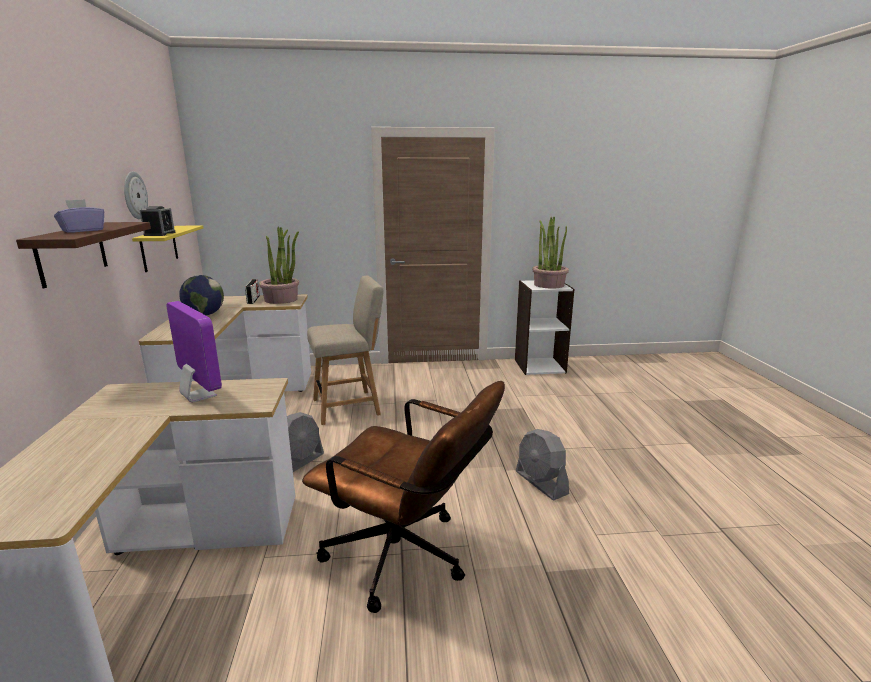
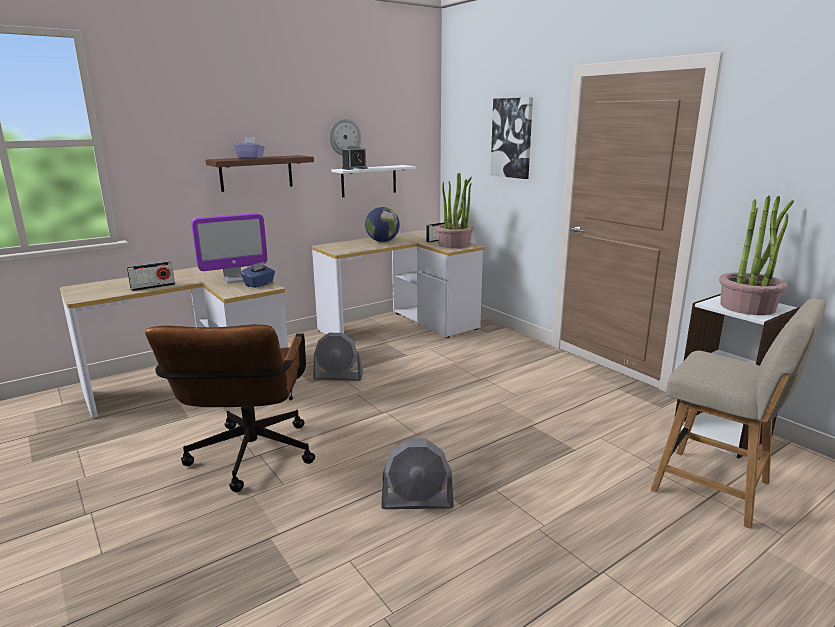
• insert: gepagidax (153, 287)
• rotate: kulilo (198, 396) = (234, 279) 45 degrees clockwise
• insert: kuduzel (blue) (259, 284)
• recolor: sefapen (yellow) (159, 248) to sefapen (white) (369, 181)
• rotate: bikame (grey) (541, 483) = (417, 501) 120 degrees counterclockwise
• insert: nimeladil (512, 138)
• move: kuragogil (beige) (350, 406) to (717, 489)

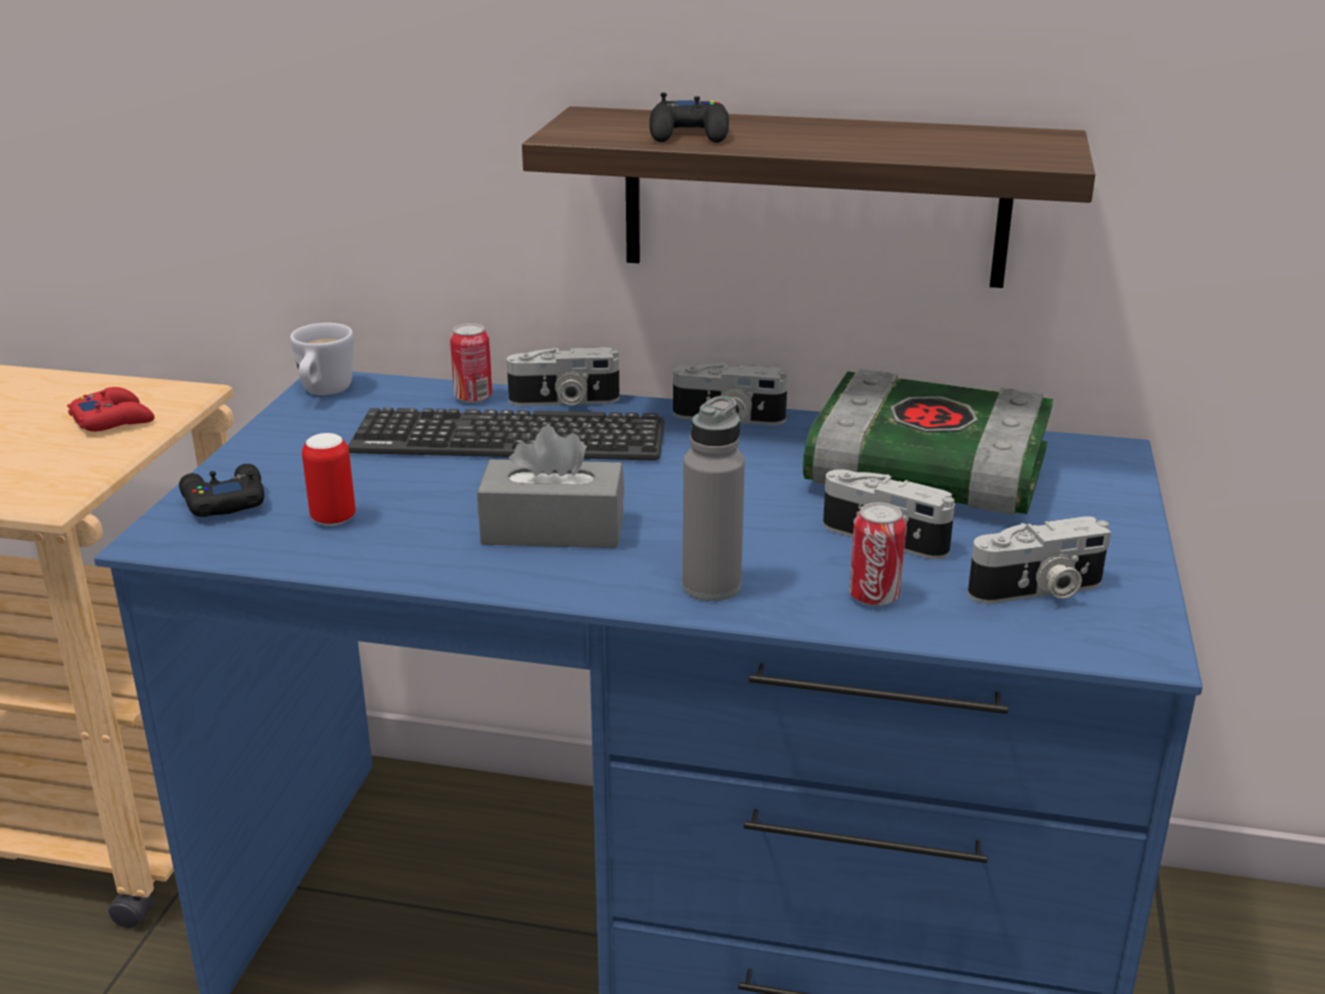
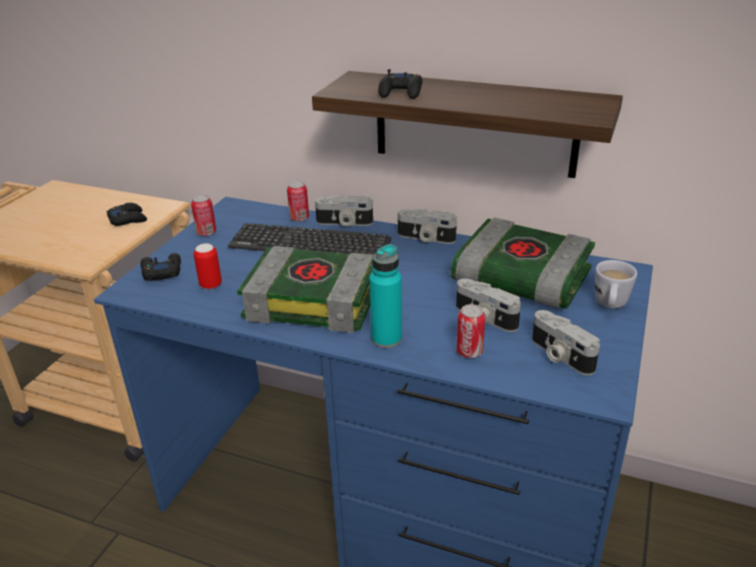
• recolor: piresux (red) (113, 420) to piresux (black) (128, 219)
• insert: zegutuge (206, 233)
• replace: kuduzel (grey) (553, 529) to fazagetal (316, 299)
• recolor: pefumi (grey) (711, 586) to pefumi (turquoise) (386, 339)
• rotate: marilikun (1038, 591) = (559, 356) 60 degrees clockwise
• move: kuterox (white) (323, 393) to (610, 306)

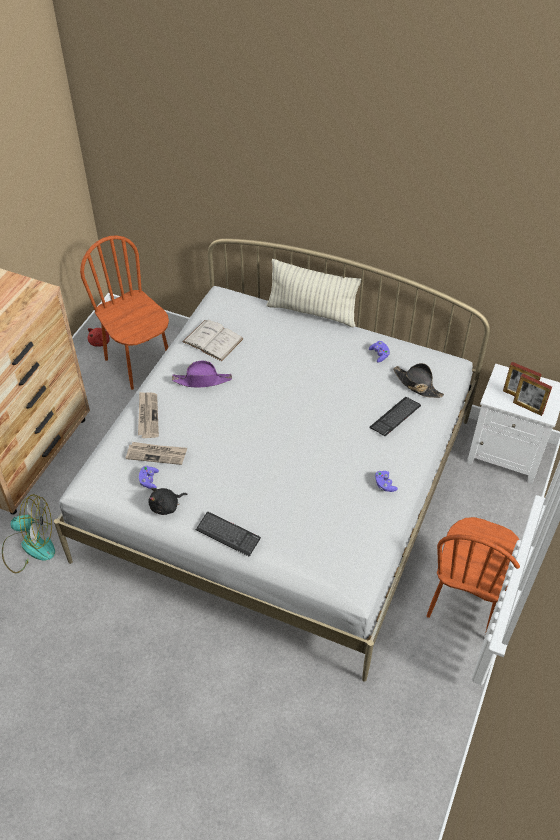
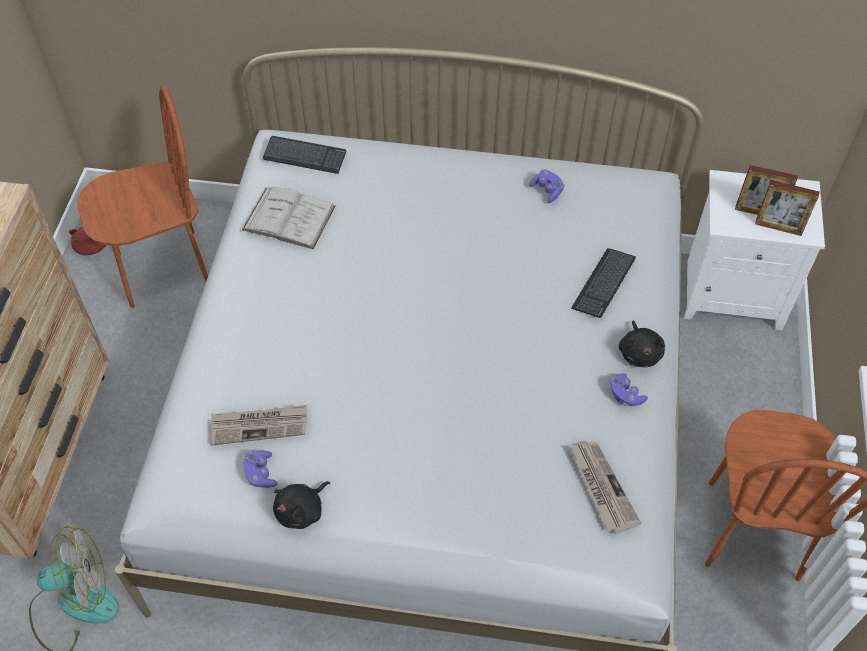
• rotate: kuragogil (brown) (139, 364) = (163, 269) 120 degrees clockwise
• move: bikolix (228, 534) to (304, 156)
• move: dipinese (148, 416) to (601, 487)
• insert: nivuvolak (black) (639, 353)
• delete: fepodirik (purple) (202, 380)
• delete: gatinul (312, 312)
• delete: fepodirik (black) (417, 385)

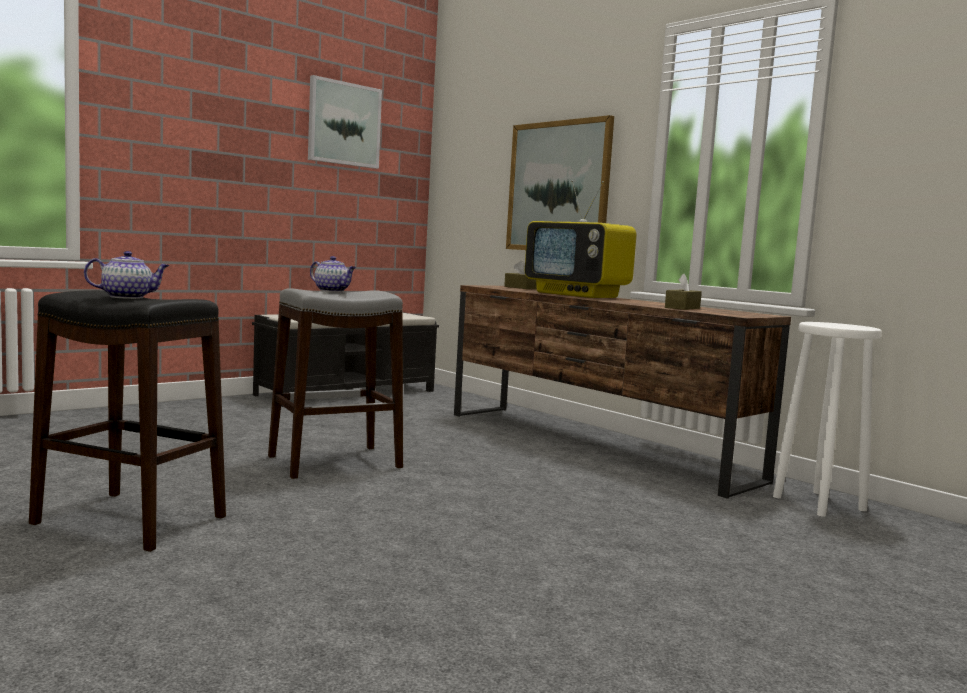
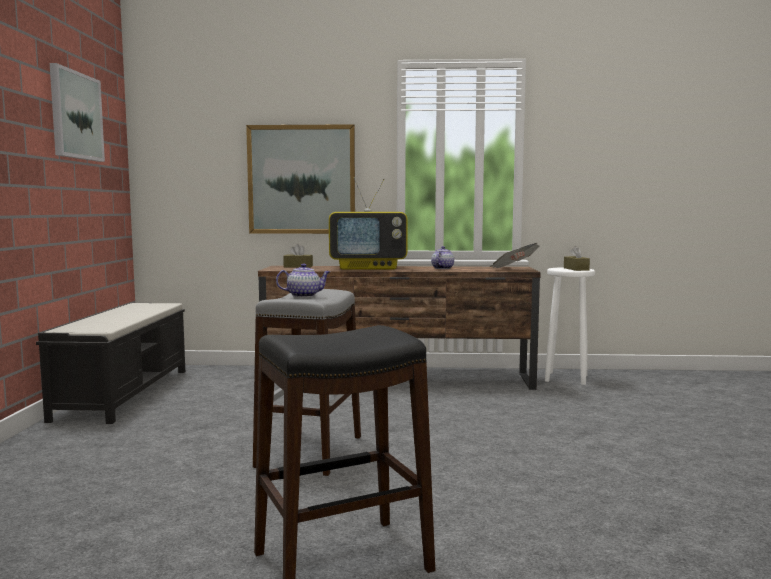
• move: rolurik (128, 297) to (442, 268)
• insert: dipinese (513, 269)
• move: kuduzel (brown) (682, 308) to (576, 269)

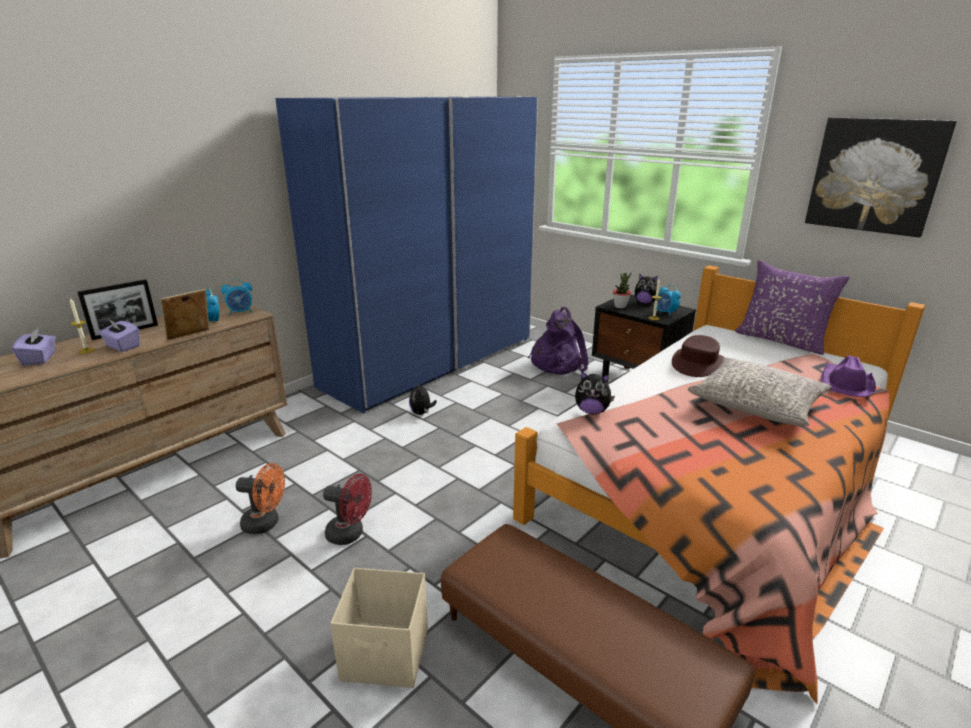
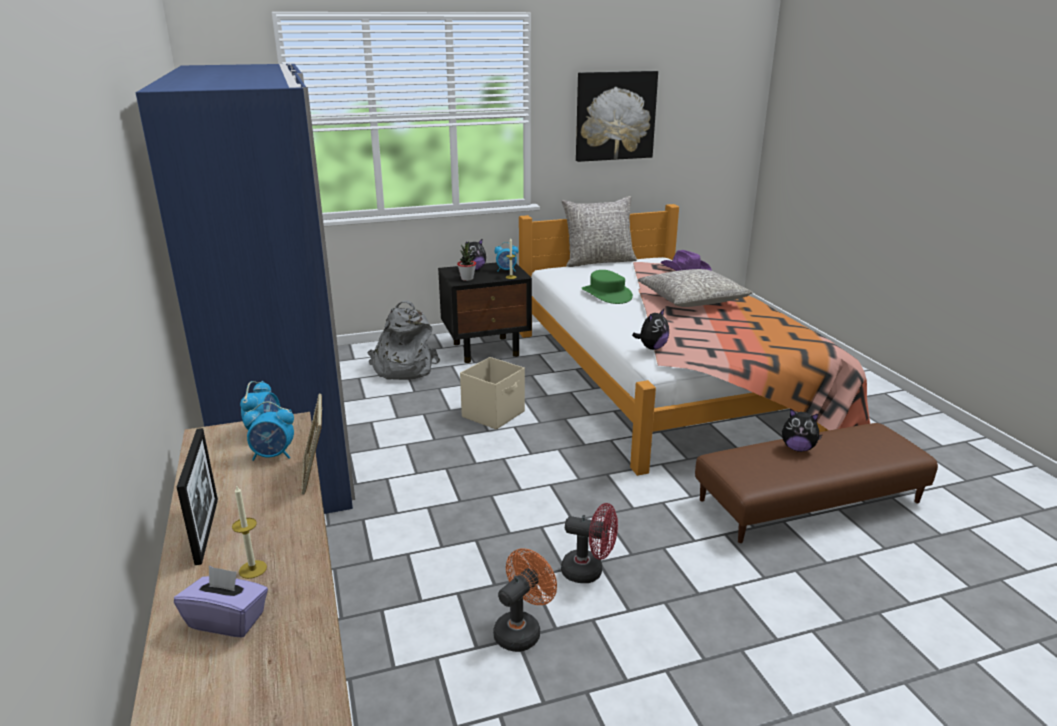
• recolor: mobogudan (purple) (557, 363) to mobogudan (grey) (402, 368)
• move: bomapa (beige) (386, 655) to (494, 414)
• rotate: bikame (red) (350, 534) = (589, 571) 60 degrees clockwise
• recolor: gatinul (purple) (781, 340) to gatinul (grey) (598, 261)
• recolor: fepodirik (brown) (697, 363) to fepodirik (green) (606, 294)
• move: nivuvolak (422, 413) to (798, 448)
• delete: kuduzel (purple) (122, 346)

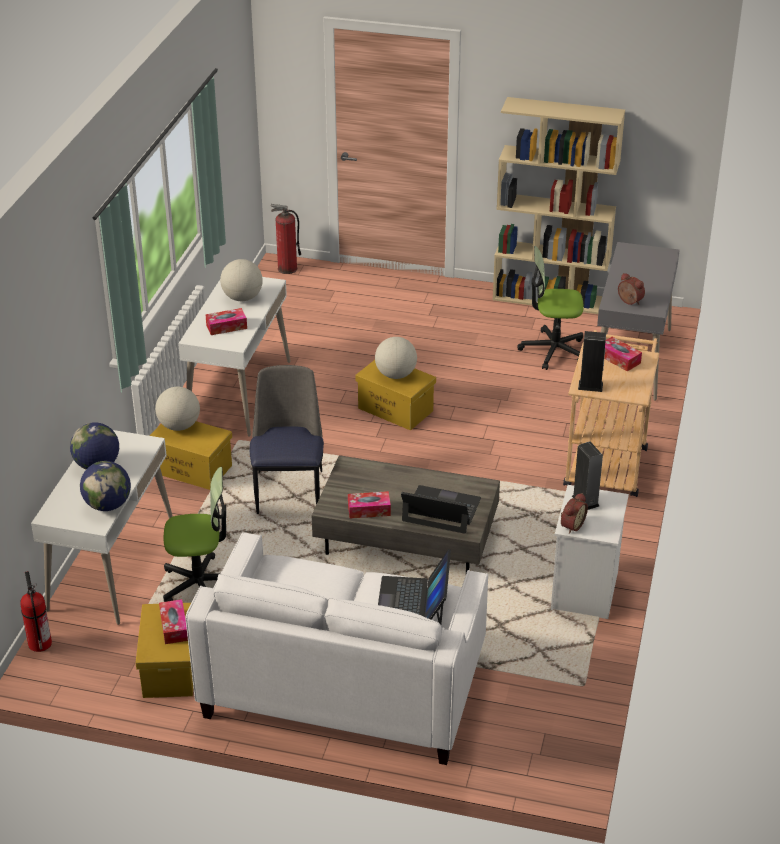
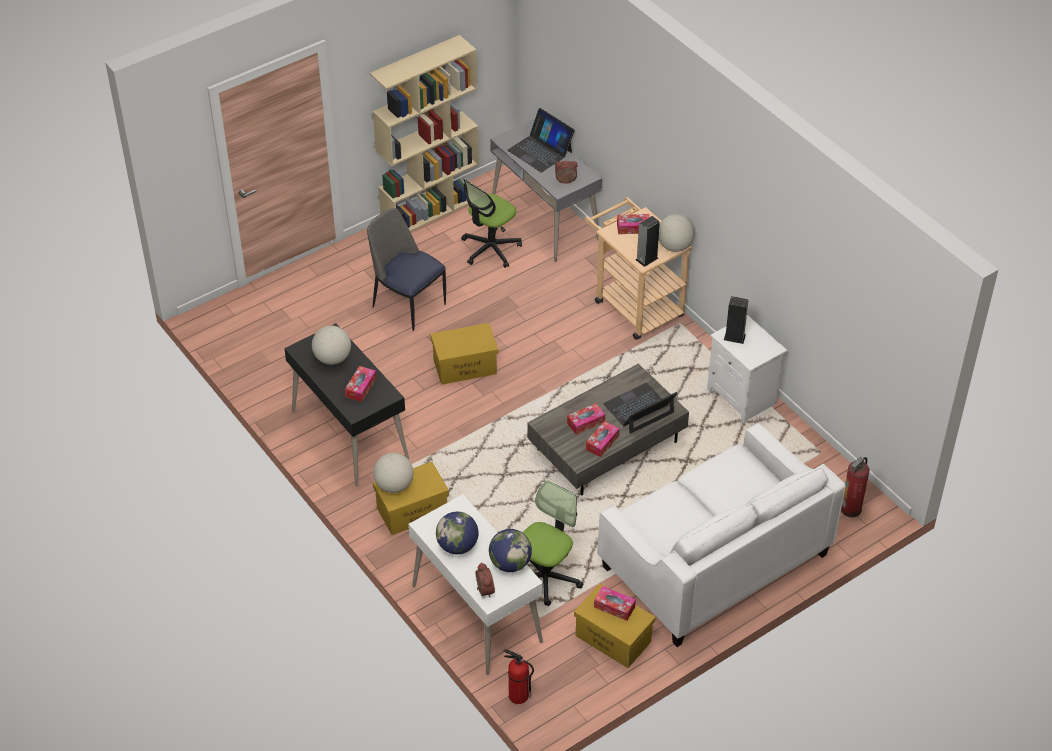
• recolor: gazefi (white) (239, 393) to gazefi (black) (349, 435)
• move: kuragogil (289, 491) to (407, 304)
• move: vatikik (571, 525) to (483, 590)
• move: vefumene (413, 603) to (540, 151)
• insert: kuduzel (586, 422)
• move: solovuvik (395, 375) to (674, 246)
• move: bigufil (287, 269) to (851, 509)

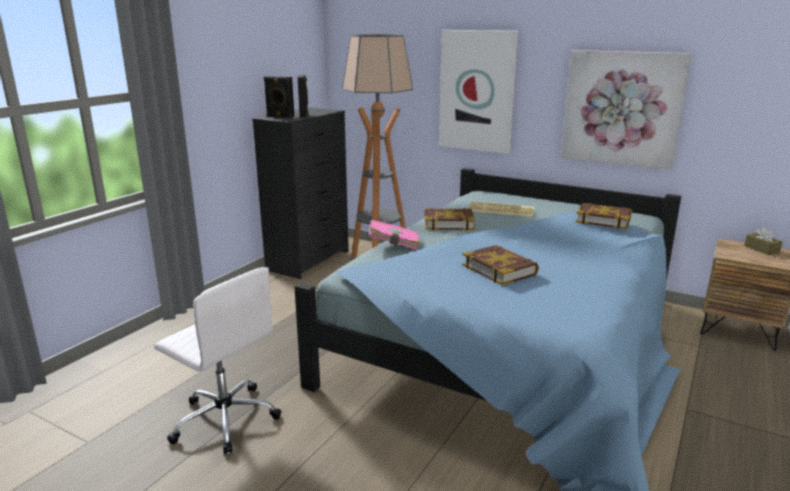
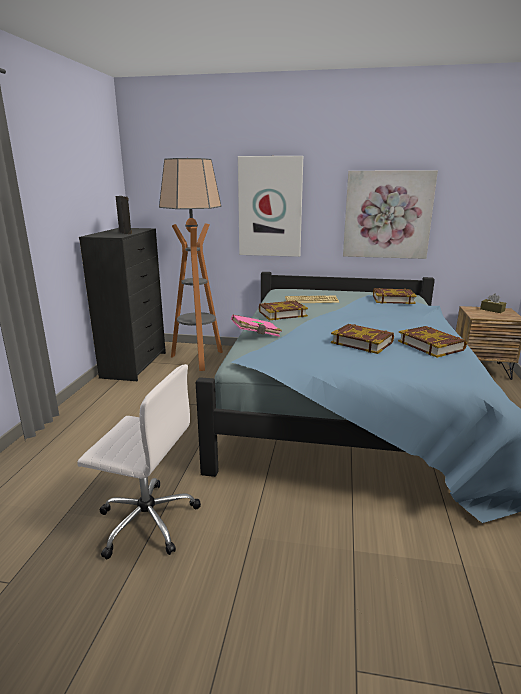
• insert: fazagetal (431, 345)
• delete: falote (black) (280, 116)

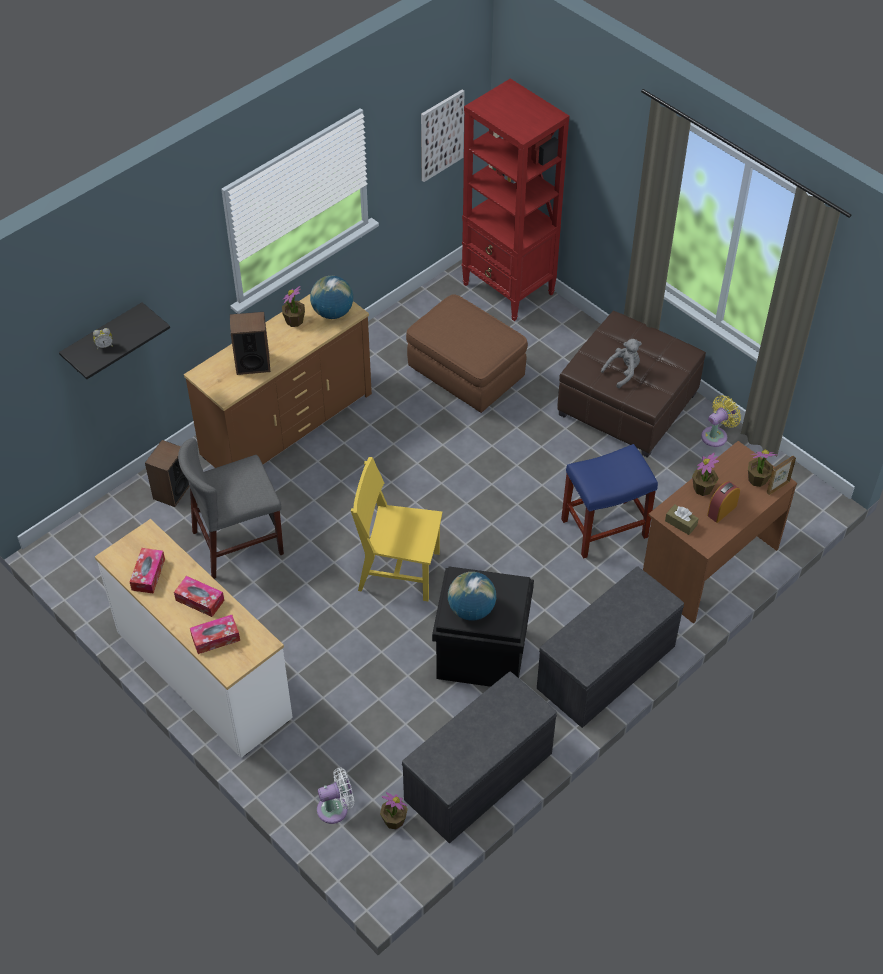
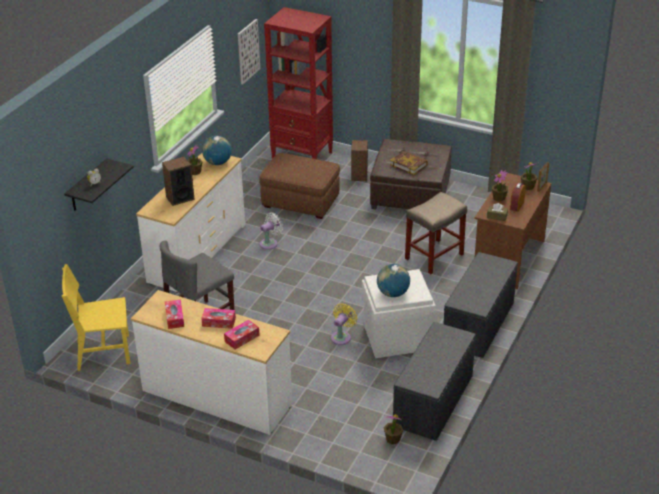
• move: kuragogil (yellow) (399, 571) to (103, 352)
• recolor: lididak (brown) (286, 423) to lididak (white) (197, 253)
• move: bikame (white) (336, 808) to (270, 243)
• move: bikame (yellow) (716, 435) to (342, 337)
• move: falote (171, 491) to (359, 175)
• recolor: bomapa (black) (480, 654) to bomapa (white) (396, 338)
• replace: nivuvolak (grey) (623, 372) to fazagetal (409, 165)
• recolor: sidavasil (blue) (605, 527) to sidavasil (beige) (434, 256)

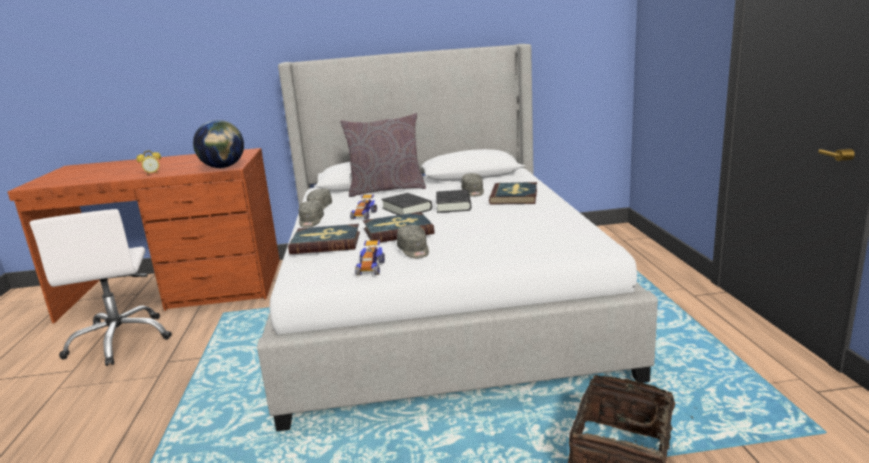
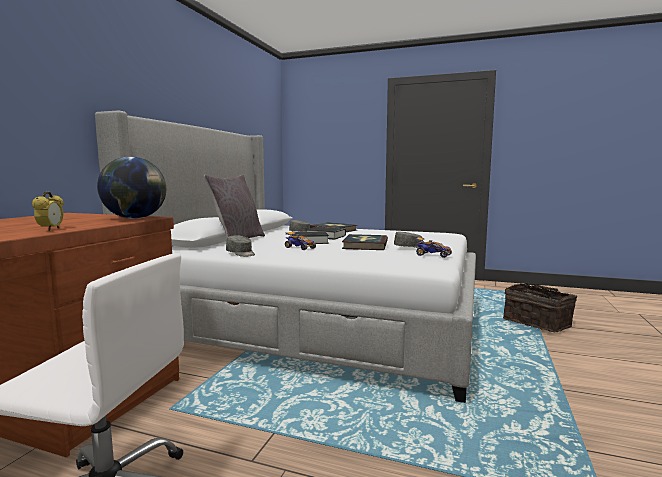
• delete: fazagetal (326, 243)
• delete: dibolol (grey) (311, 221)

